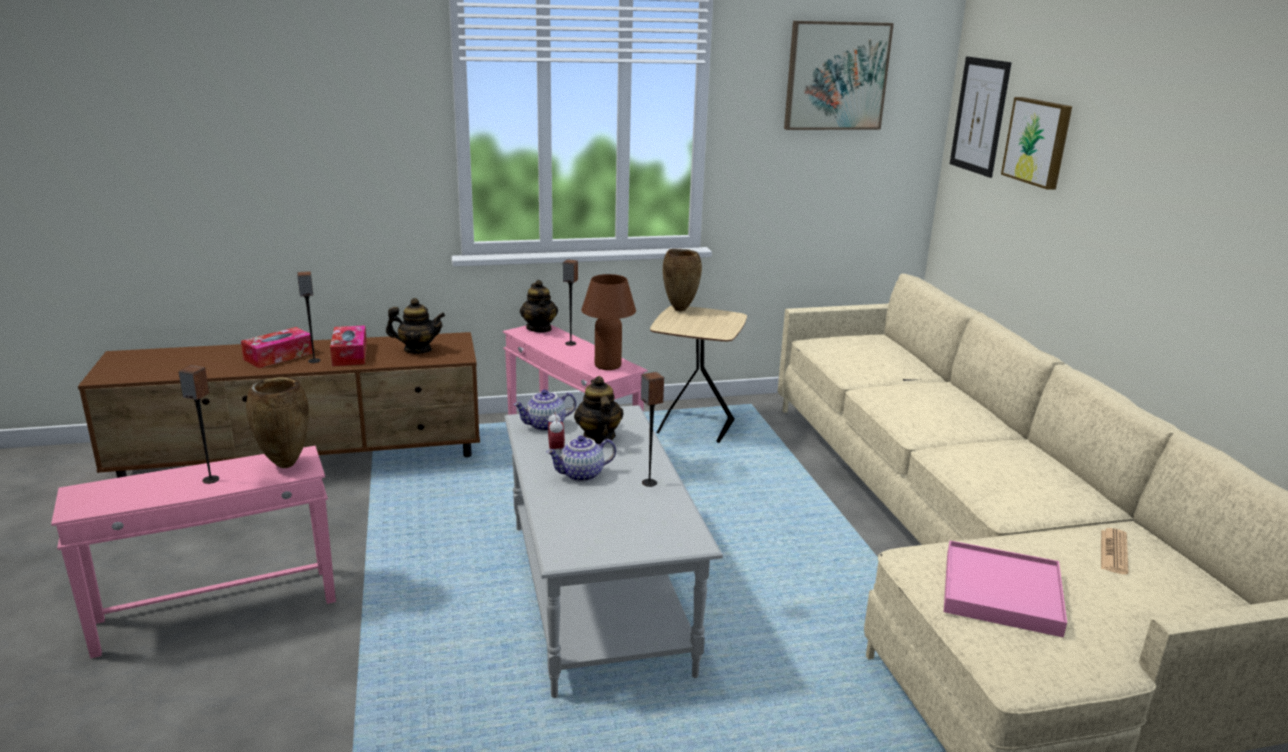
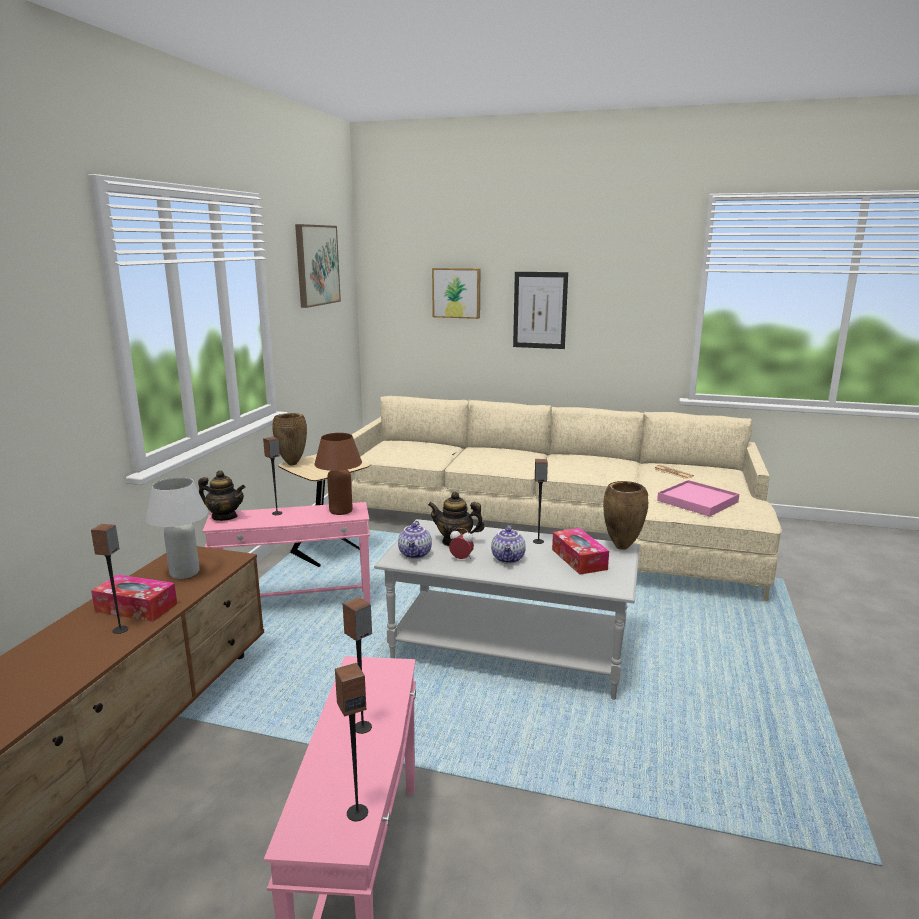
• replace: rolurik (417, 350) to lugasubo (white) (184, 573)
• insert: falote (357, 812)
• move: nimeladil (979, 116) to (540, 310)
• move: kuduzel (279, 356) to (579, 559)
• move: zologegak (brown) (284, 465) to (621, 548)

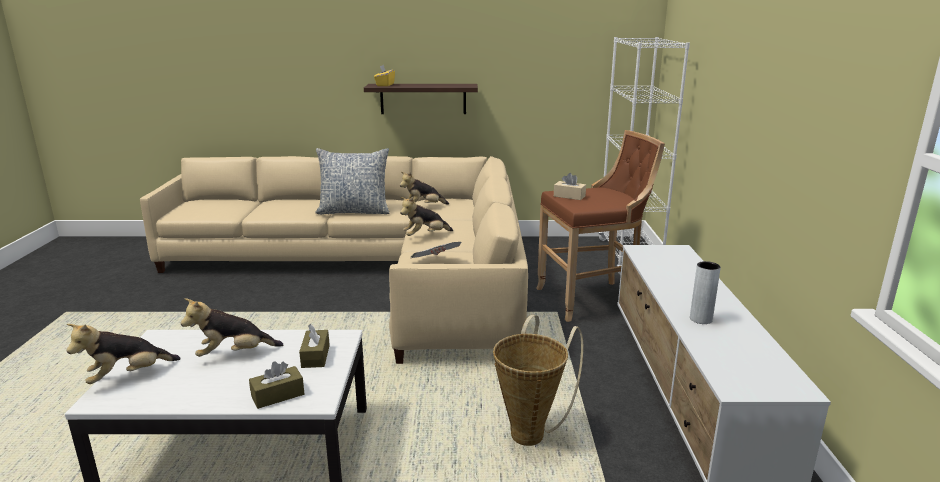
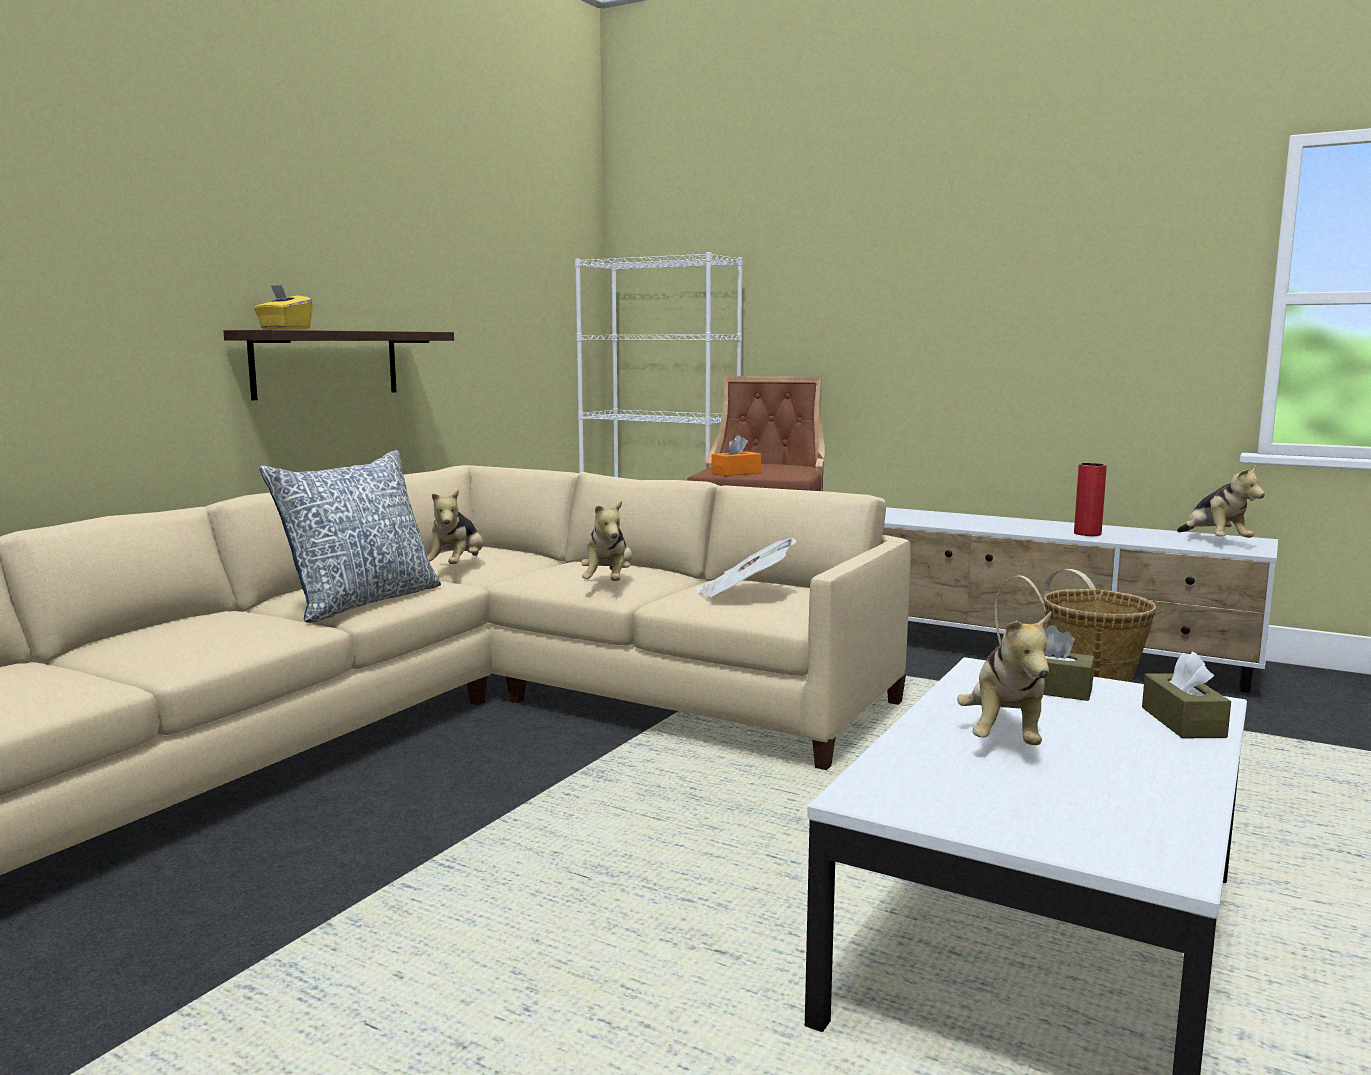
• recolor: kuduzel (beige) (569, 196) to kuduzel (orange) (736, 473)
• recolor: zologegak (grey) (700, 319) to zologegak (red) (1087, 534)
• move: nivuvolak (127, 376) to (1214, 541)

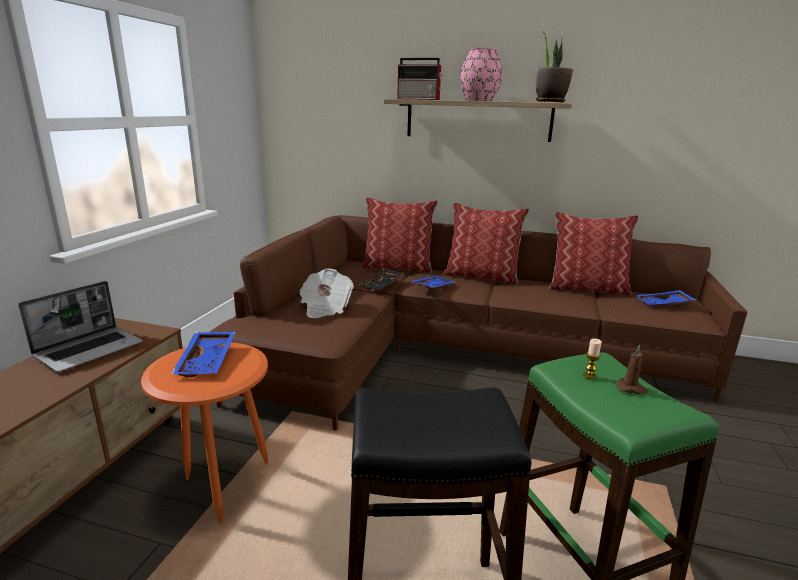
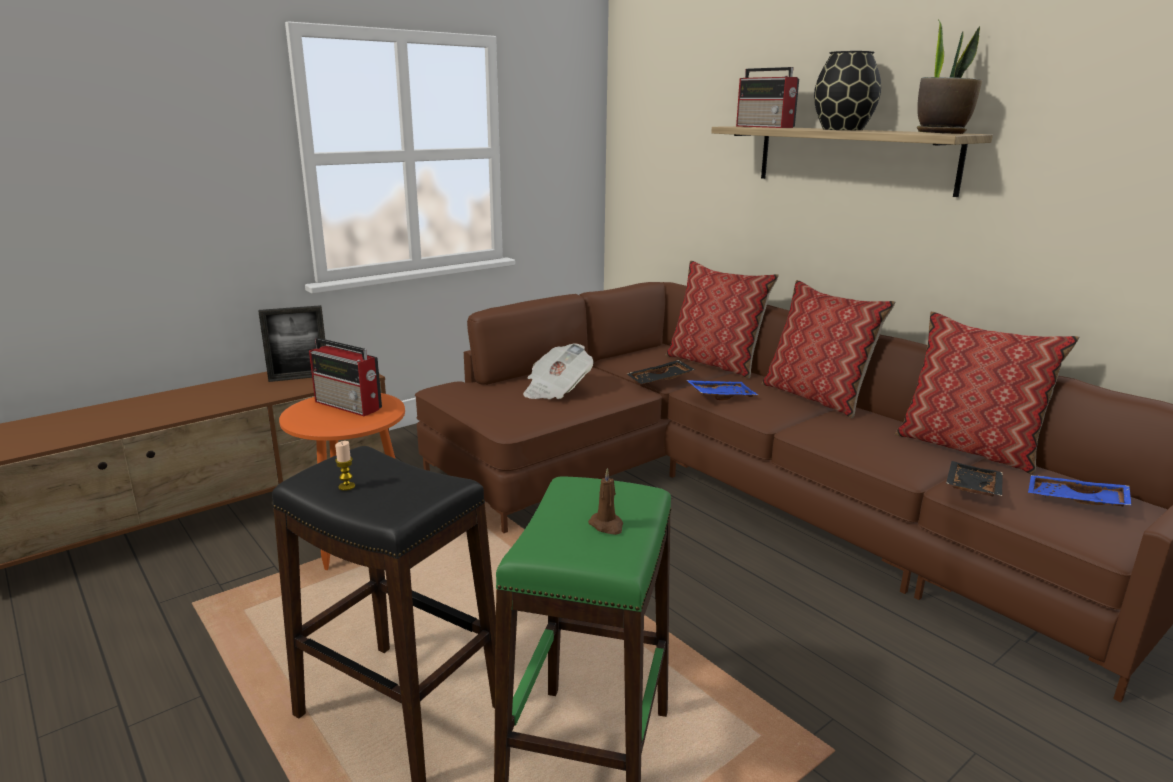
• replace: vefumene (90, 349) to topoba (299, 378)
• replace: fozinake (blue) (208, 361) to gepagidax (349, 406)
• move: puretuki (589, 375) to (346, 486)
• recolor: zologegak (pink) (478, 100) to zologegak (black) (842, 129)
• insert: fozinake (black) (970, 488)

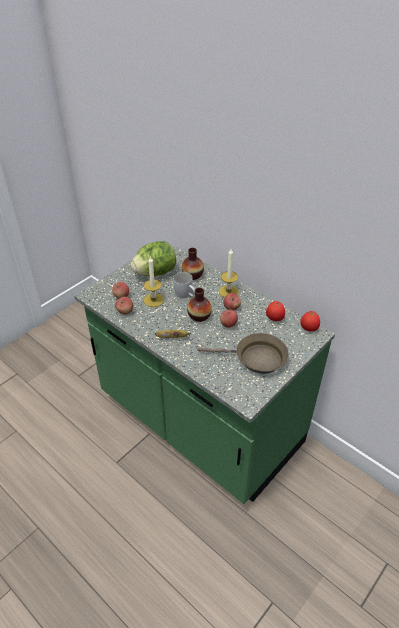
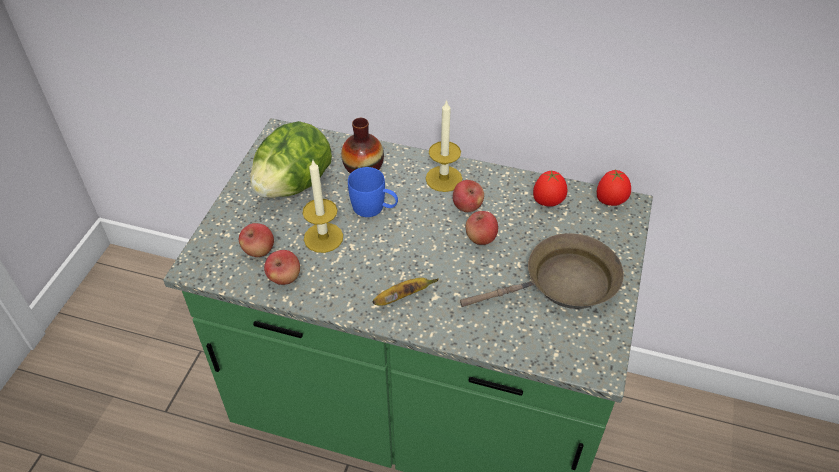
• recolor: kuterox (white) (185, 295) to kuterox (blue) (374, 208)
• delete: zologegak (199, 316)

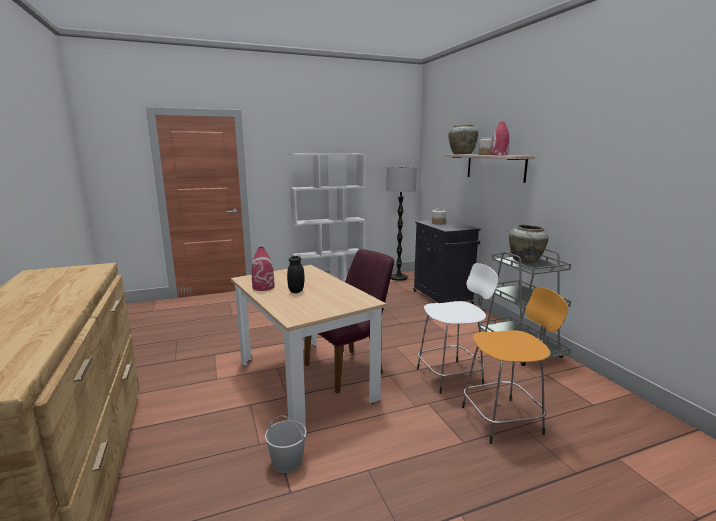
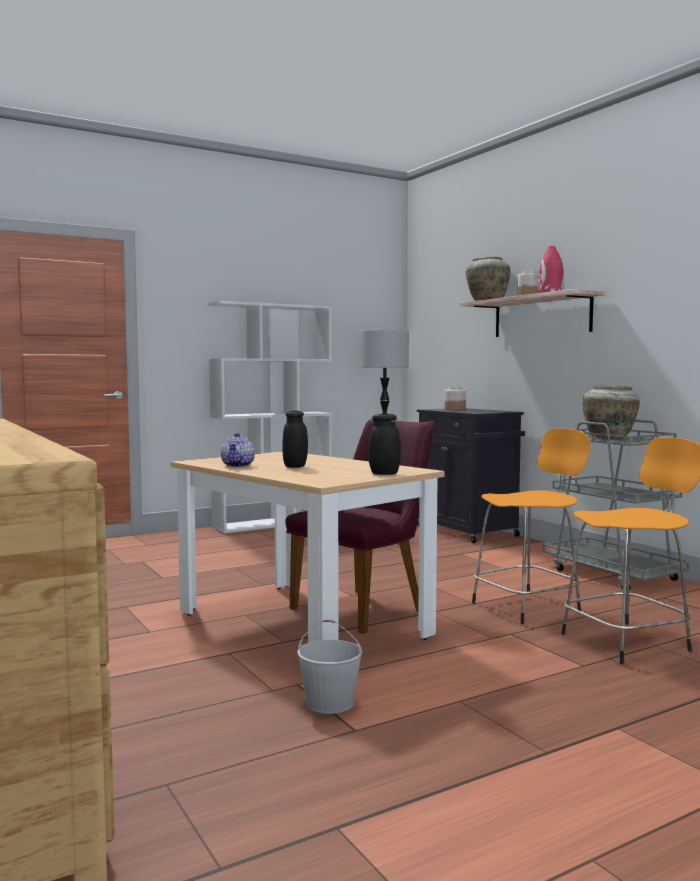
• replace: zologegak (red) (263, 287) to rolurik (238, 465)
• insert: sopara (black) (384, 474)
• recolor: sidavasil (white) (451, 376) to sidavasil (orange) (528, 606)

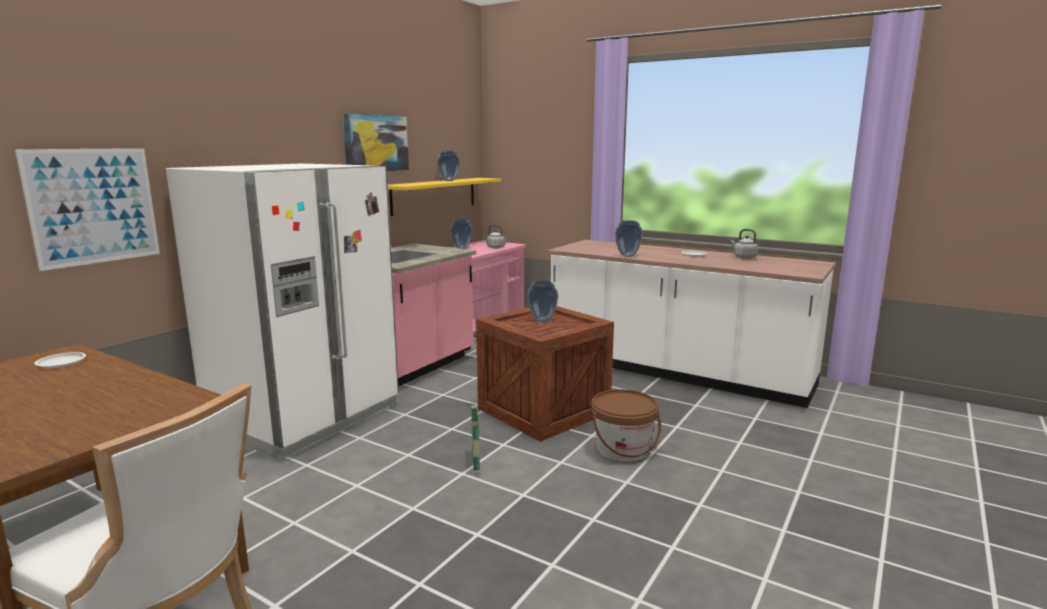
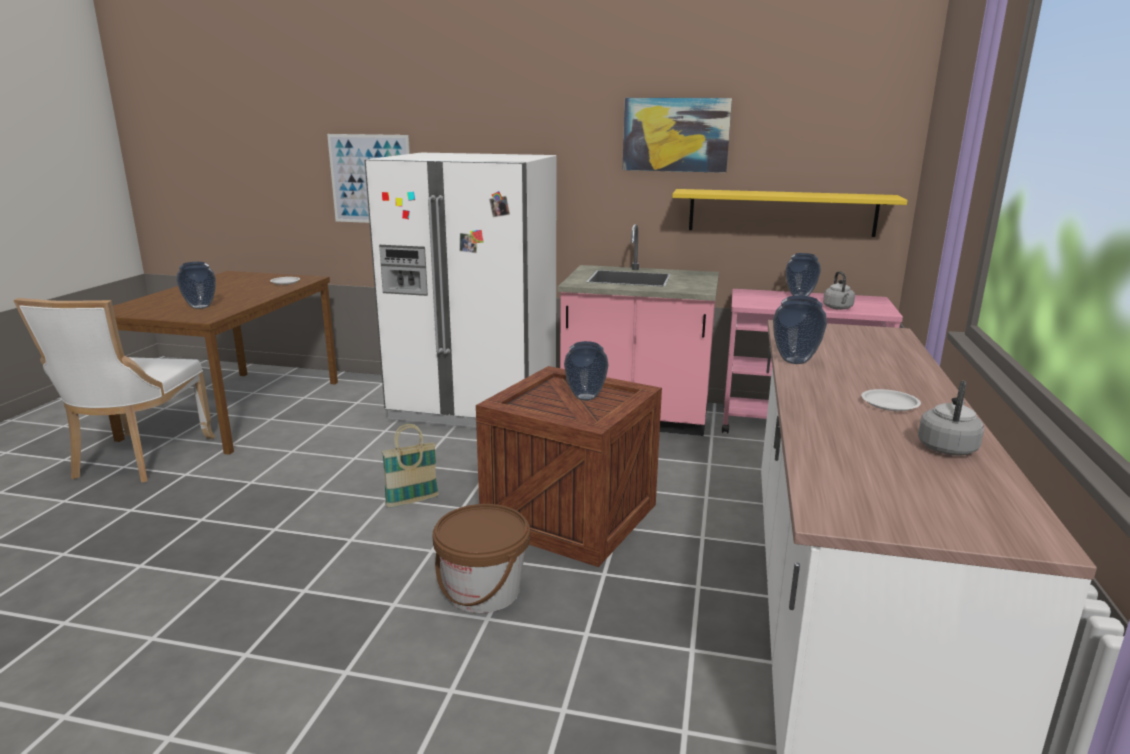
• move: zologegak (448, 180) to (201, 307)

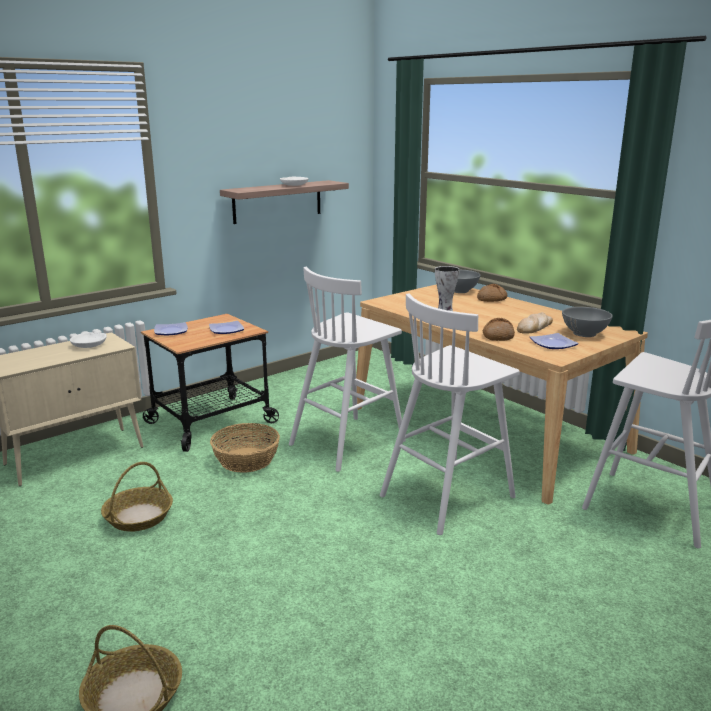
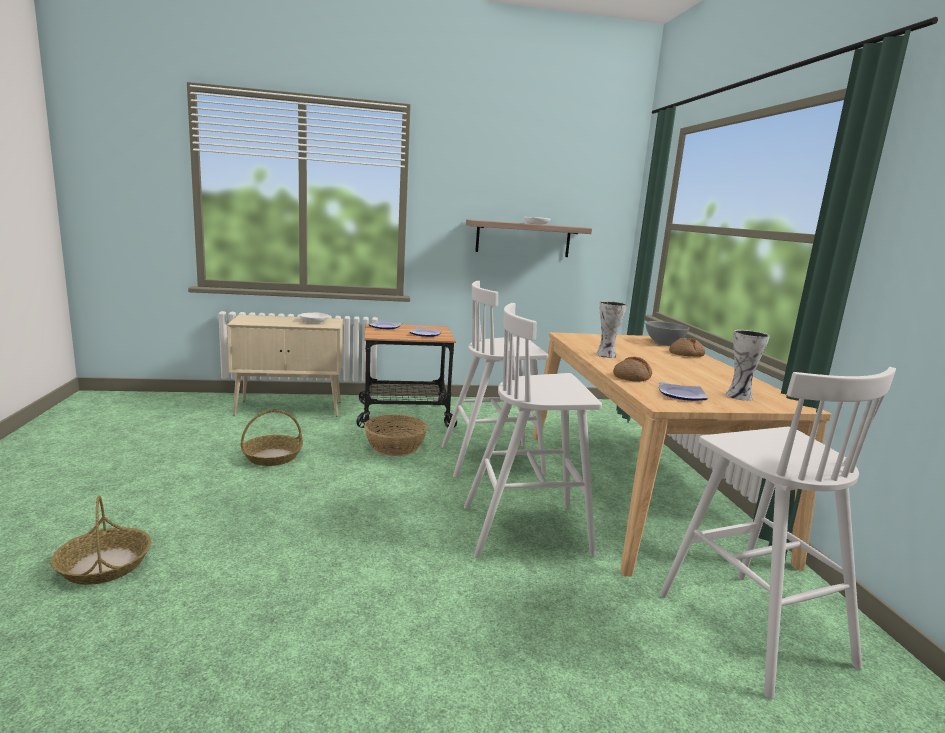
• replace: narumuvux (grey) (584, 333) to zologegak (740, 396)
• delete: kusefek (534, 327)

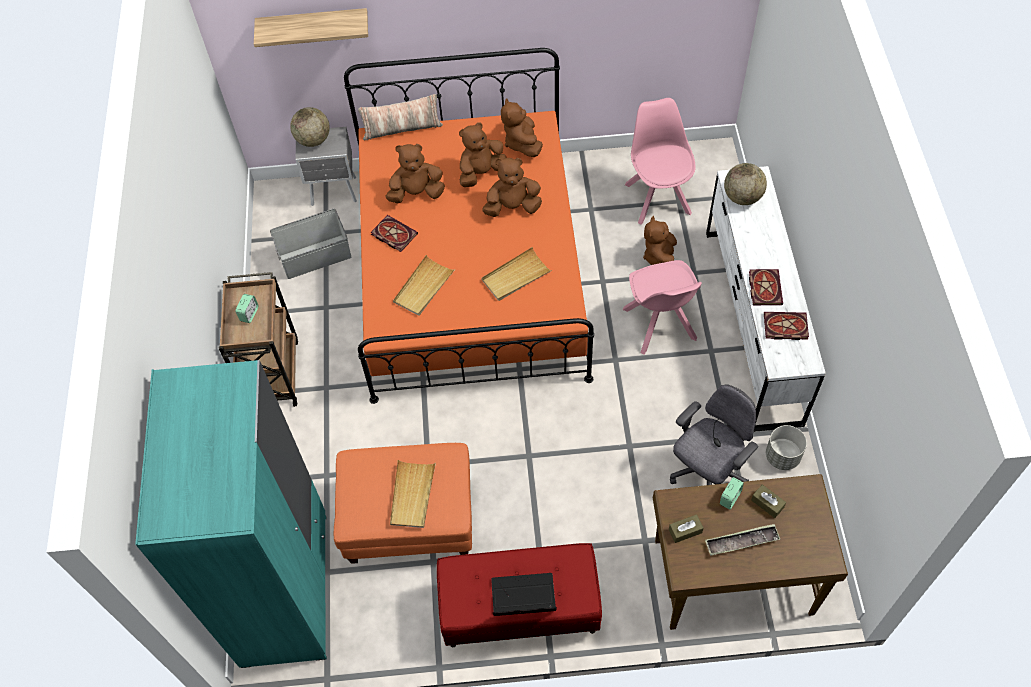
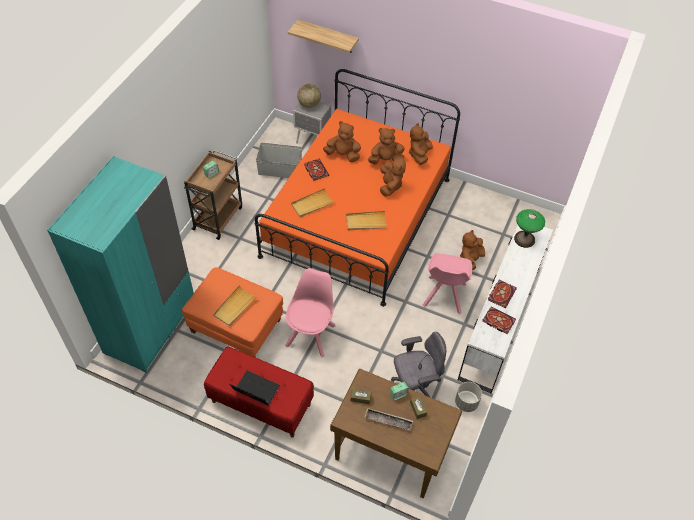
• move: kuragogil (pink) (657, 197) to (311, 334)
• rotate: nivuvolak (brown) (512, 207) = (390, 185) 75 degrees clockwise
• replace: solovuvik (742, 197) to lugasubo (524, 239)
• delete: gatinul (402, 128)

